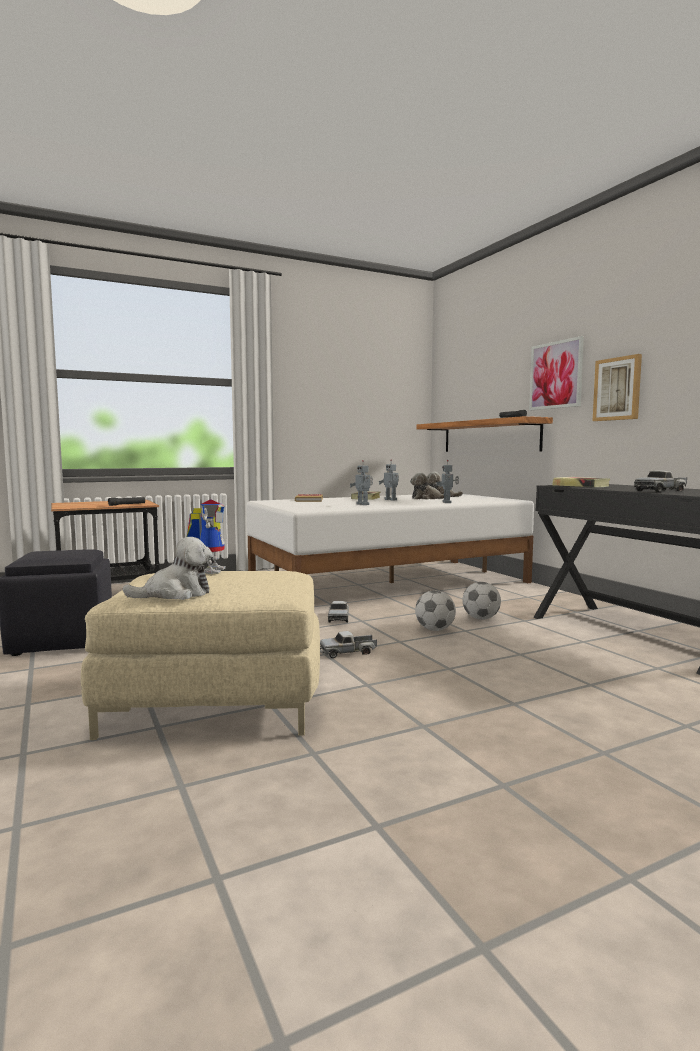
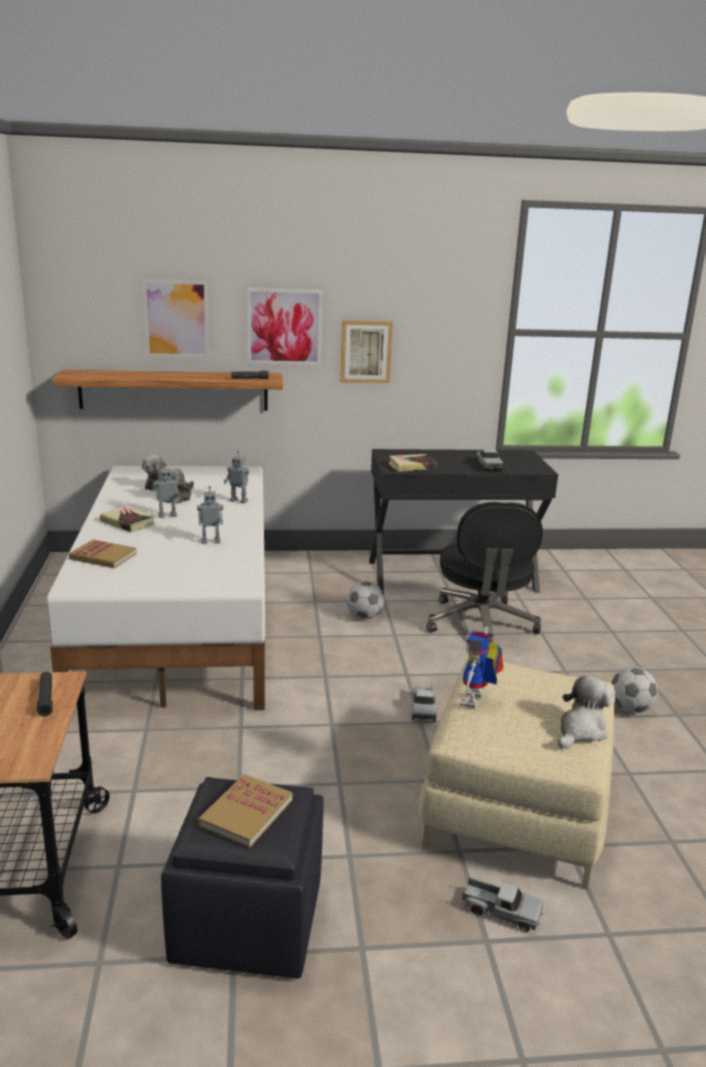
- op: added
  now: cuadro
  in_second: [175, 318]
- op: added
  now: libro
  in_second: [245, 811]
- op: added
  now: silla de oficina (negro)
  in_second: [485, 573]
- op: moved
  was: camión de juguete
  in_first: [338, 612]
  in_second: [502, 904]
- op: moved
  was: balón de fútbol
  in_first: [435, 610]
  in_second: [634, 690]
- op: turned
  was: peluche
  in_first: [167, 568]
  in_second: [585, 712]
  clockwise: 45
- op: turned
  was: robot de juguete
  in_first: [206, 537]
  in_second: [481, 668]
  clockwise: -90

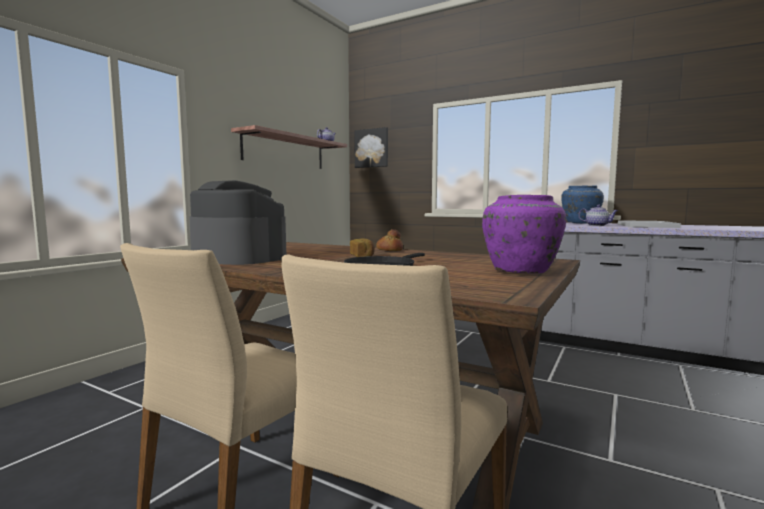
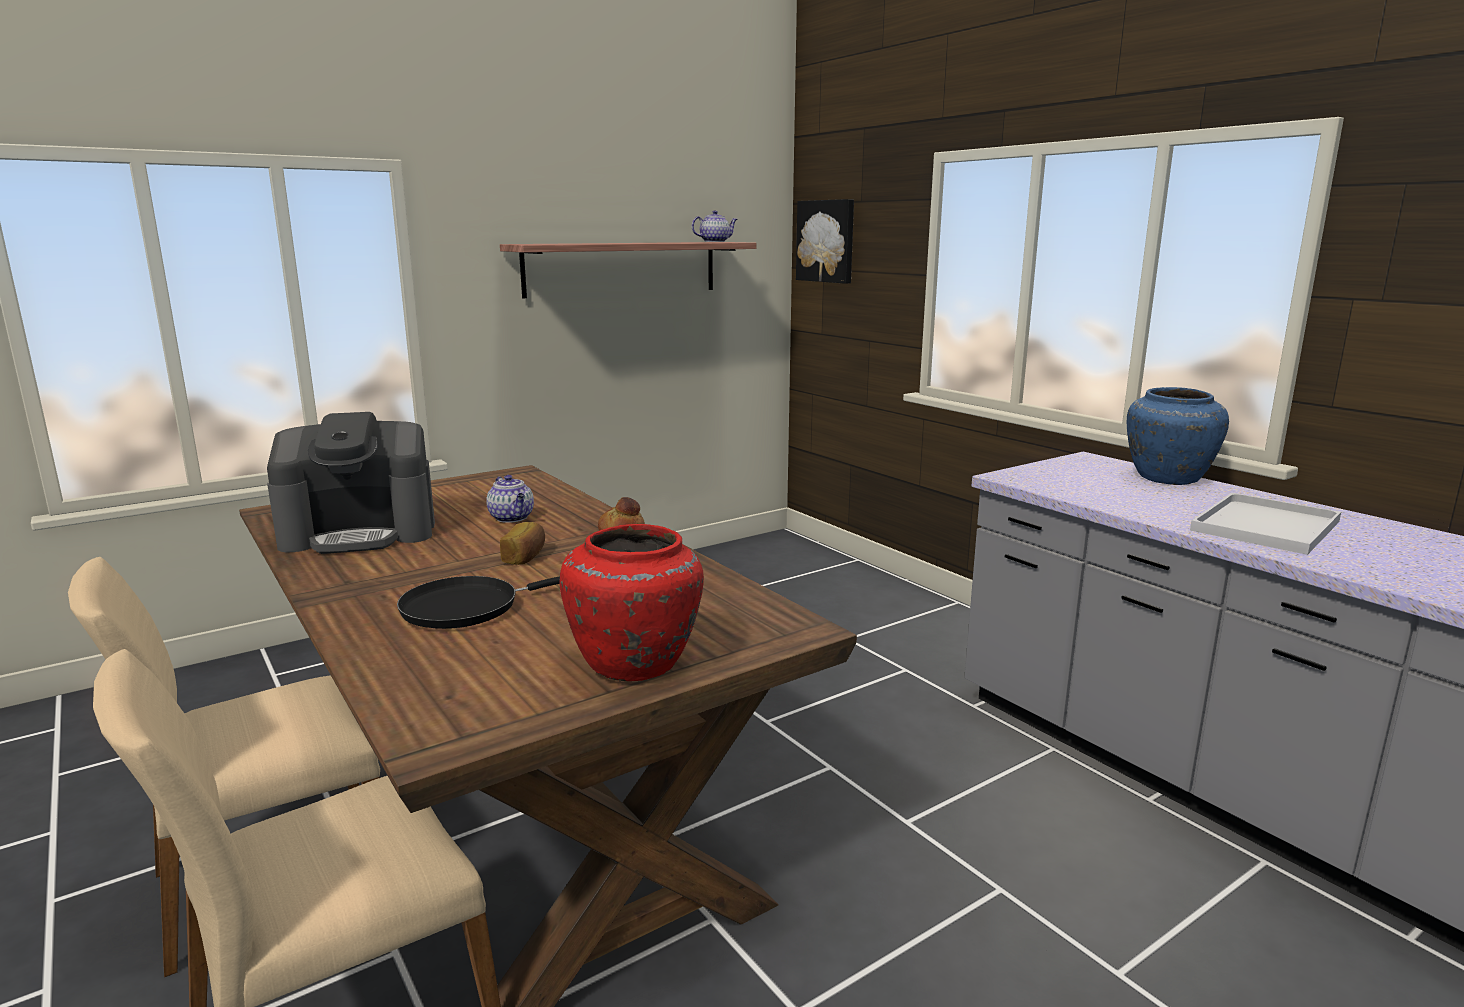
- op: moved
  was: tetera
  in_first: [598, 215]
  in_second: [510, 499]
- op: recoloured
  was: florero (morado)
  now: florero (rojo)
  in_first: [524, 234]
  in_second: [632, 602]
- op: turned
  was: cafetera
  in_first: [237, 222]
  in_second: [351, 483]
  clockwise: 105

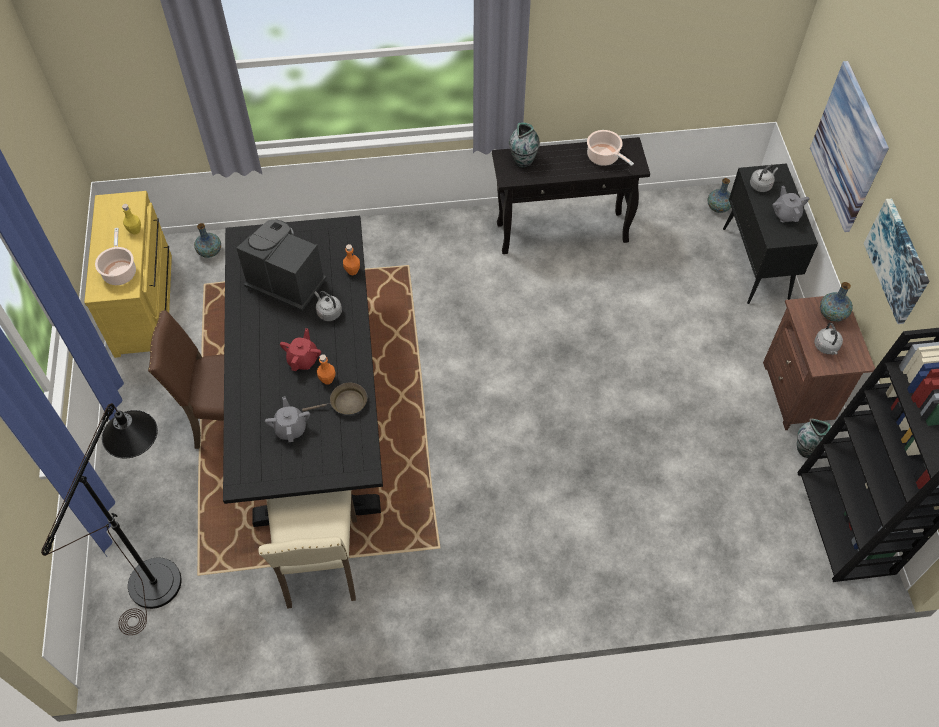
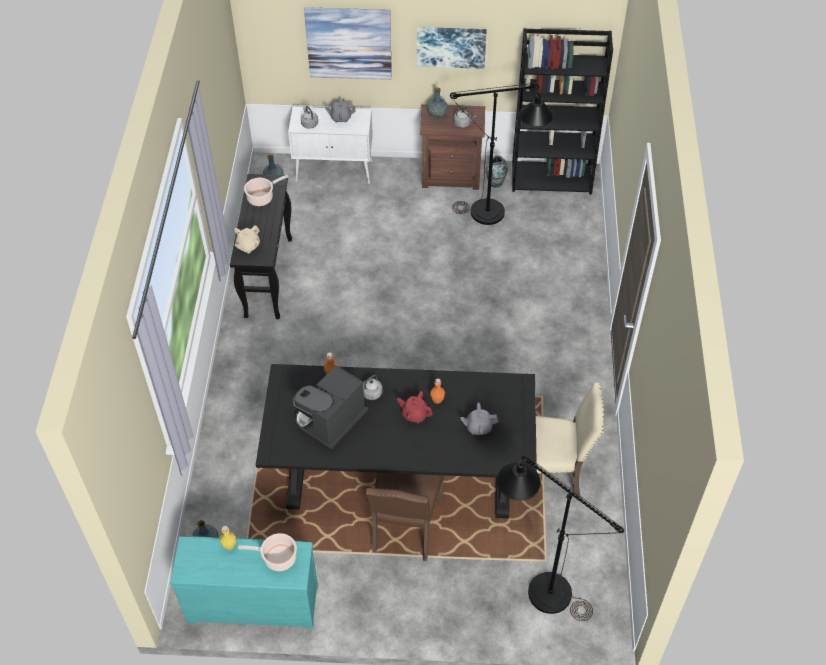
- op: removed
  was: sartén (marrón)
  in_first: [334, 398]
- op: added
  now: lámpara de pie (negro)
  in_second: [502, 154]
- op: replaced
  was: florero
  now: tetera (beis)
  in_first: [524, 144]
  in_second: [247, 239]
- op: recoloured
  was: cómoda (amarillo)
  now: cómoda (turquesa)
  in_first: [128, 274]
  in_second: [244, 582]
- op: recoloured
  was: armario (negro)
  now: armario (blanco)
  in_first: [770, 233]
  in_second: [330, 145]

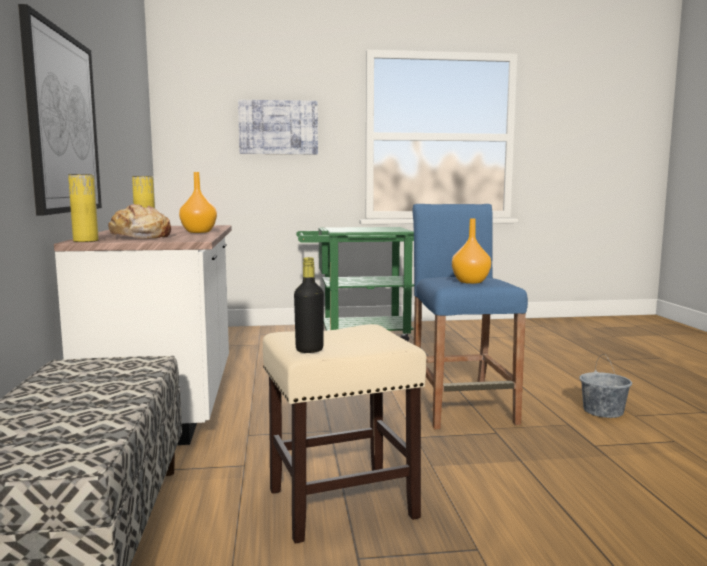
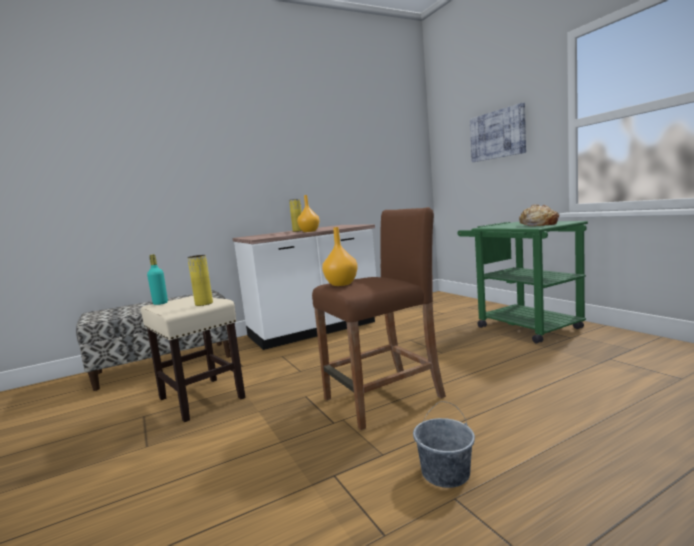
- op: removed
  was: cuadro
  in_first: [60, 109]
- op: moved
  was: florero (amarillo)
  in_first: [83, 208]
  in_second: [200, 280]
- op: moved
  was: pan
  in_first: [139, 221]
  in_second: [539, 215]
- op: recoloured
  was: botella (negro)
  now: botella (turquesa)
  in_first: [309, 305]
  in_second: [157, 279]
- op: recoloured
  was: taburete (azul)
  now: taburete (marrón)
  in_first: [470, 316]
  in_second: [379, 318]

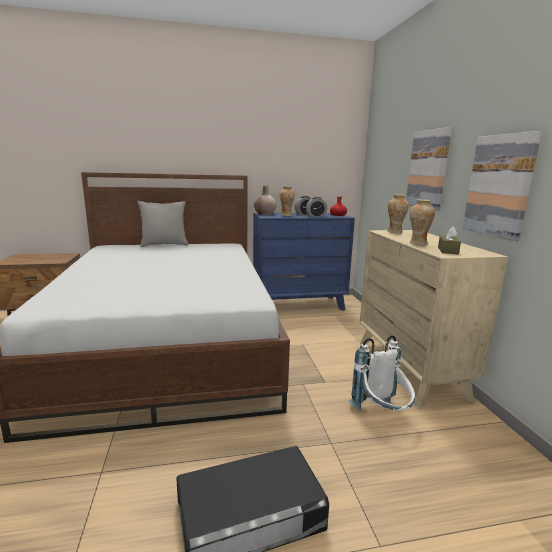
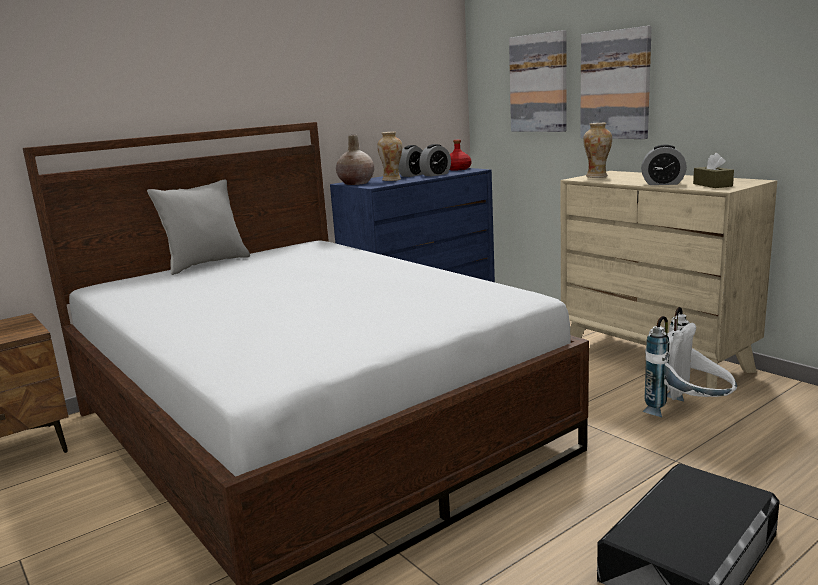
- op: moved
  was: cuadro
  in_first: [502, 186]
  in_second: [538, 81]
- op: replaced
  was: florero
  now: despertador
  in_first: [422, 222]
  in_second: [664, 164]

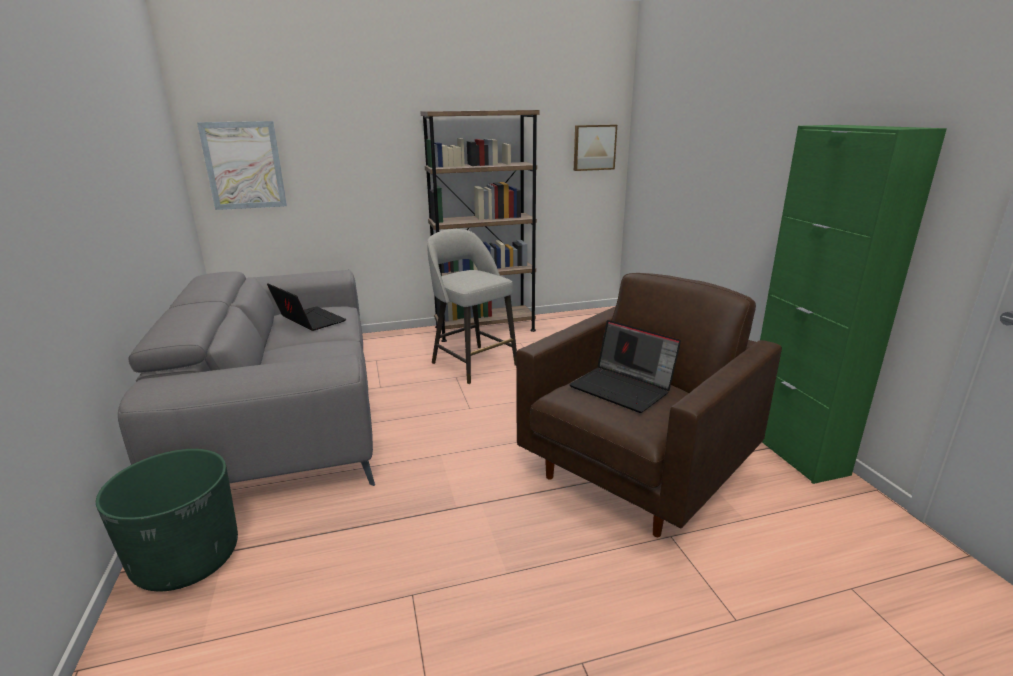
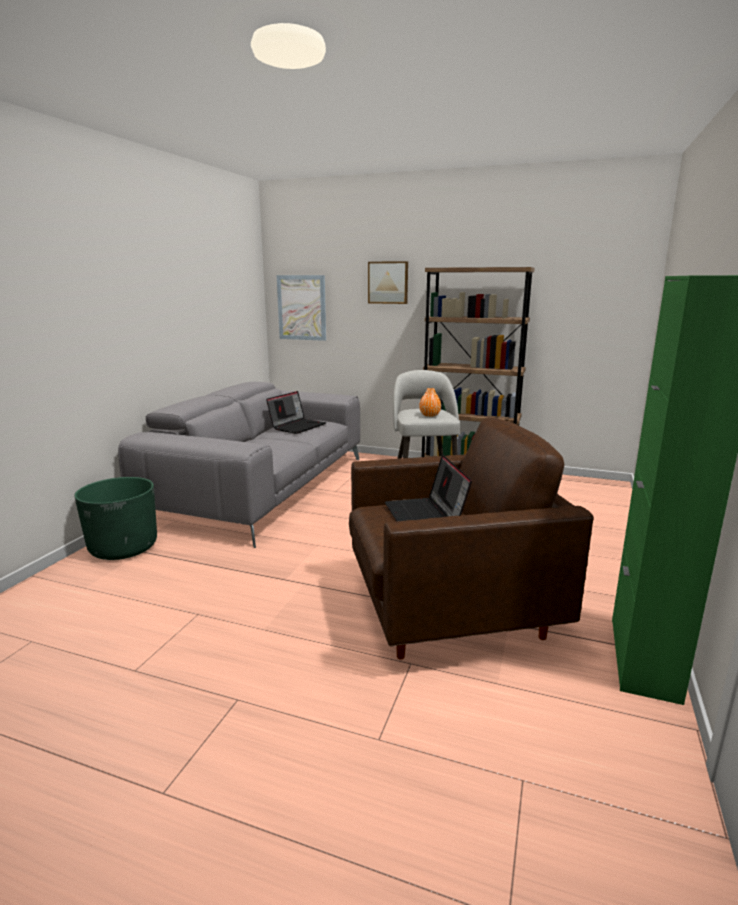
- op: added
  now: florero (naranja)
  in_second: [430, 402]
- op: moved
  was: cuadro
  in_first: [595, 148]
  in_second: [388, 282]
- op: turned
  was: portátil
  in_first: [306, 307]
  in_second: [296, 412]
  clockwise: 45

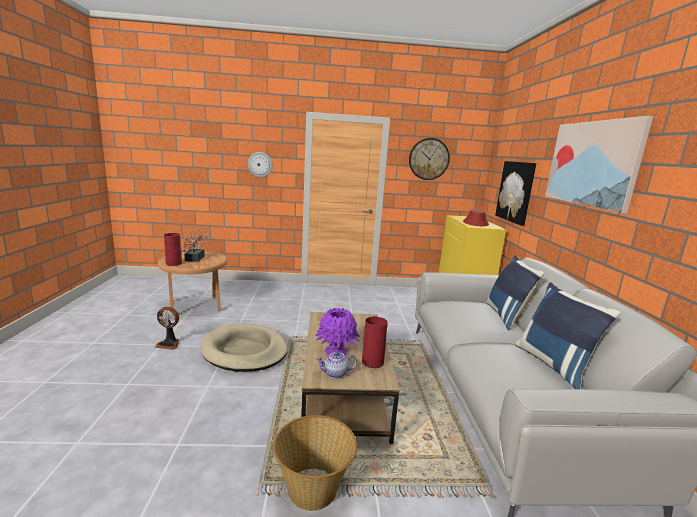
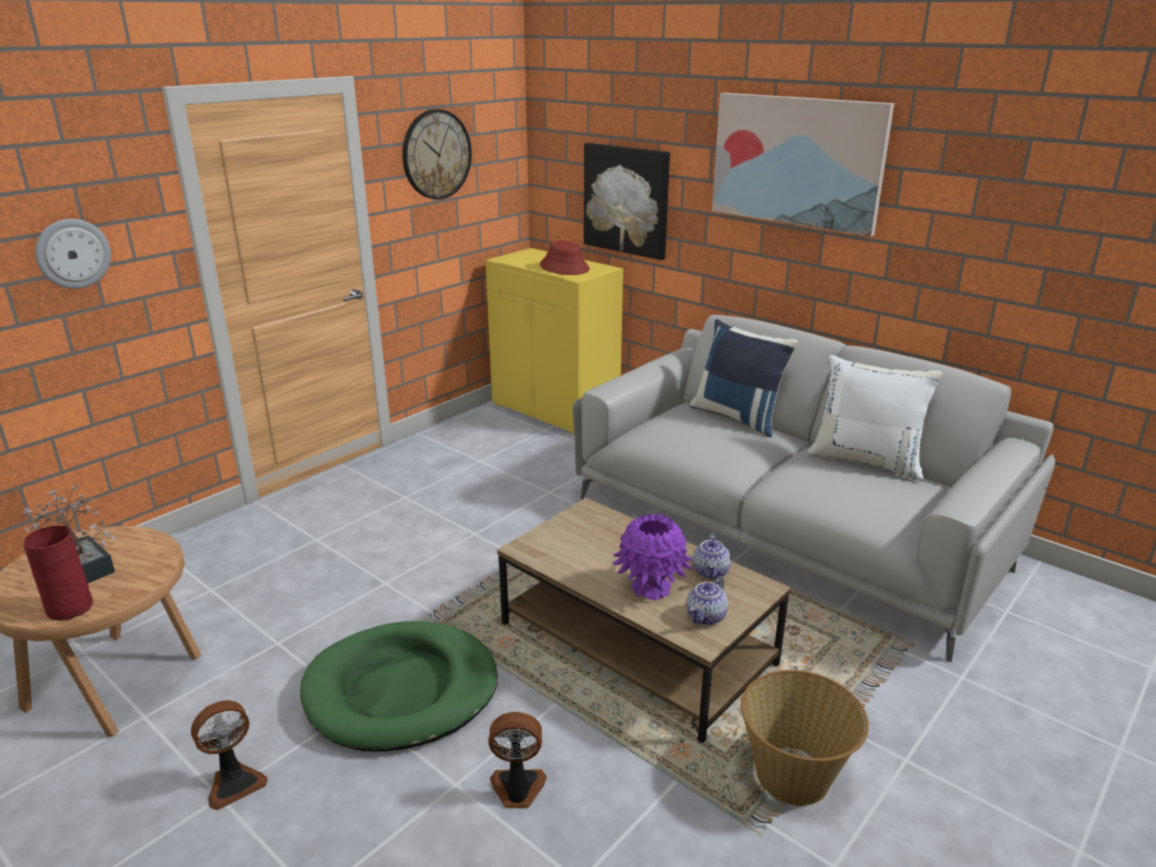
- op: added
  now: ventilador
  in_second: [517, 760]
- op: replaced
  was: florero (rojo)
  now: tetera
  in_first: [375, 342]
  in_second: [711, 556]
- op: recoloured
  was: cama para perro (beis)
  now: cama para perro (verde)
  in_first: [244, 347]
  in_second: [399, 686]
- op: recoloured
  was: cojín (azul)
  now: cojín (blanco)
  in_first: [568, 336]
  in_second: [875, 417]

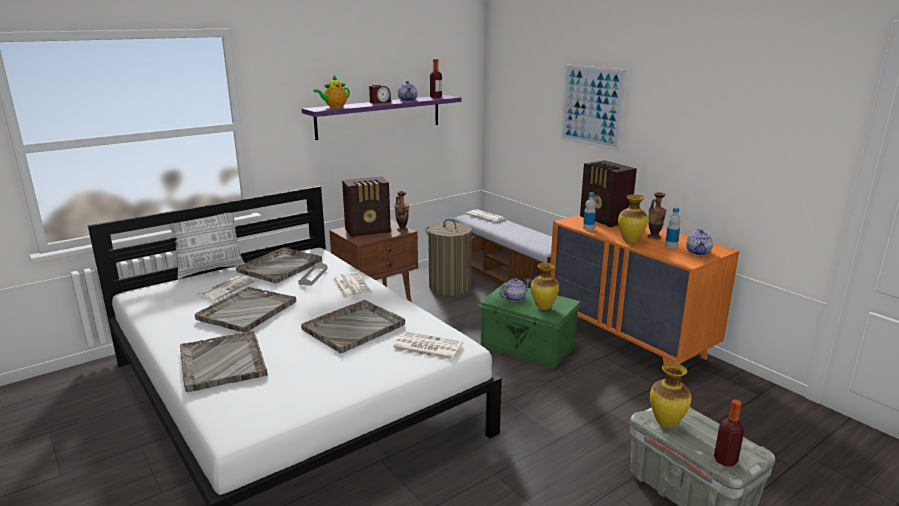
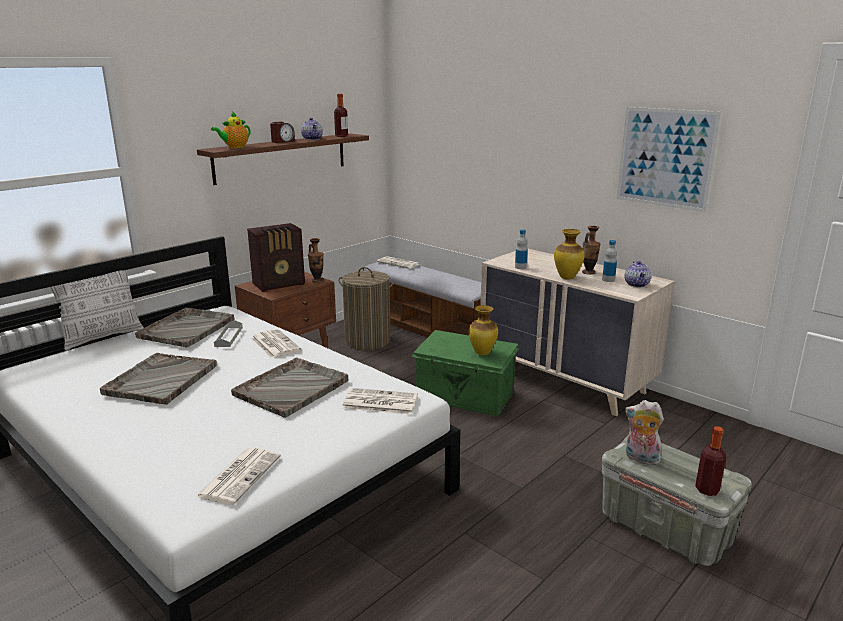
- op: removed
  was: bandeja (gris)
  in_first: [223, 361]
- op: removed
  was: tetera
  in_first: [514, 290]
- op: removed
  was: radio
  in_first: [608, 194]
- op: moved
  was: periódico
  in_first: [226, 288]
  in_second: [238, 476]
- op: moved
  was: cuadro
  in_first: [594, 107]
  in_second: [669, 159]
- op: replaced
  was: florero
  now: peluche
  in_first: [670, 395]
  in_second: [644, 432]
- op: recoloured
  was: estante (morado)
  now: estante (marrón)
  in_first: [381, 117]
  in_second: [283, 159]
- op: recoloured
  was: cómoda (naranja)
  now: cómoda (beis)
  in_first: [645, 289]
  in_second: [577, 332]

